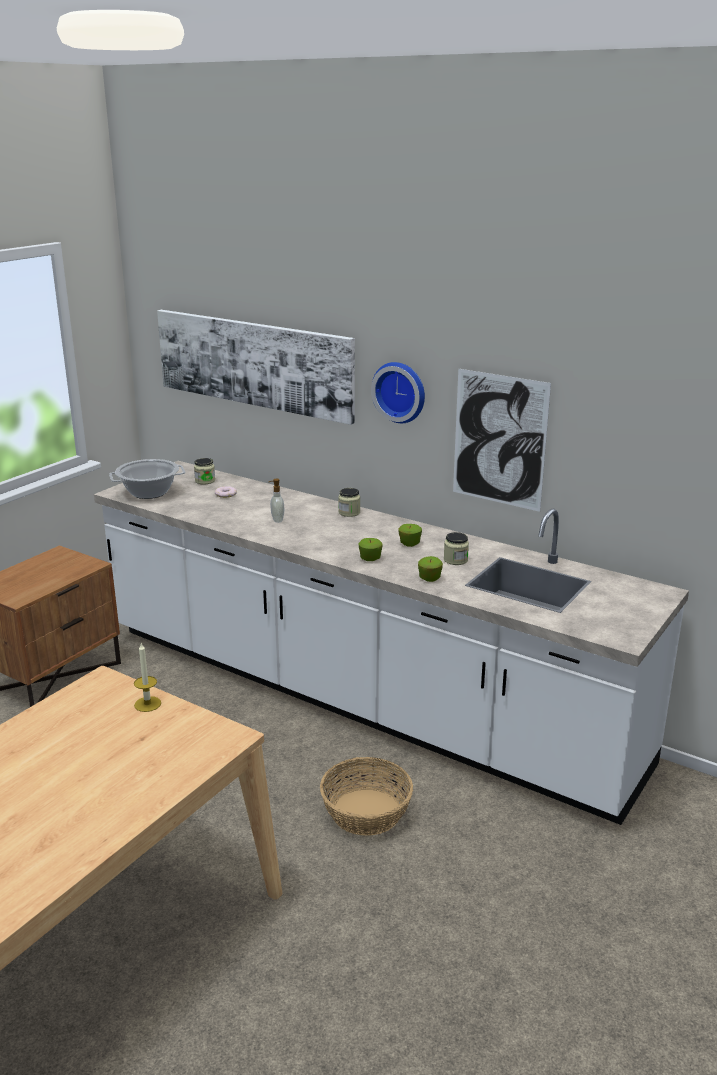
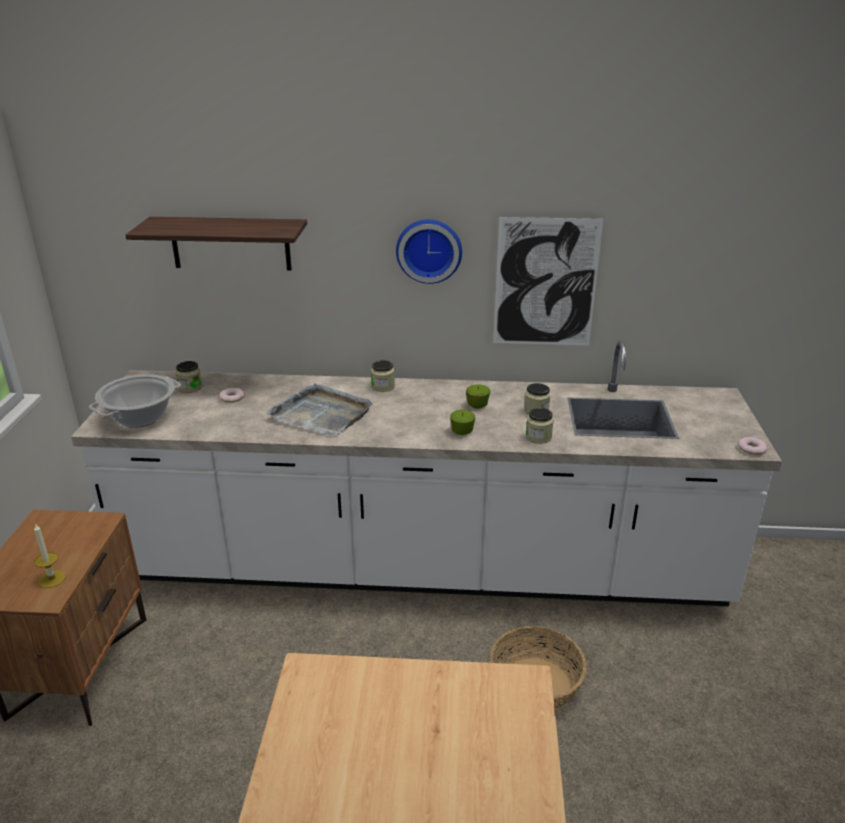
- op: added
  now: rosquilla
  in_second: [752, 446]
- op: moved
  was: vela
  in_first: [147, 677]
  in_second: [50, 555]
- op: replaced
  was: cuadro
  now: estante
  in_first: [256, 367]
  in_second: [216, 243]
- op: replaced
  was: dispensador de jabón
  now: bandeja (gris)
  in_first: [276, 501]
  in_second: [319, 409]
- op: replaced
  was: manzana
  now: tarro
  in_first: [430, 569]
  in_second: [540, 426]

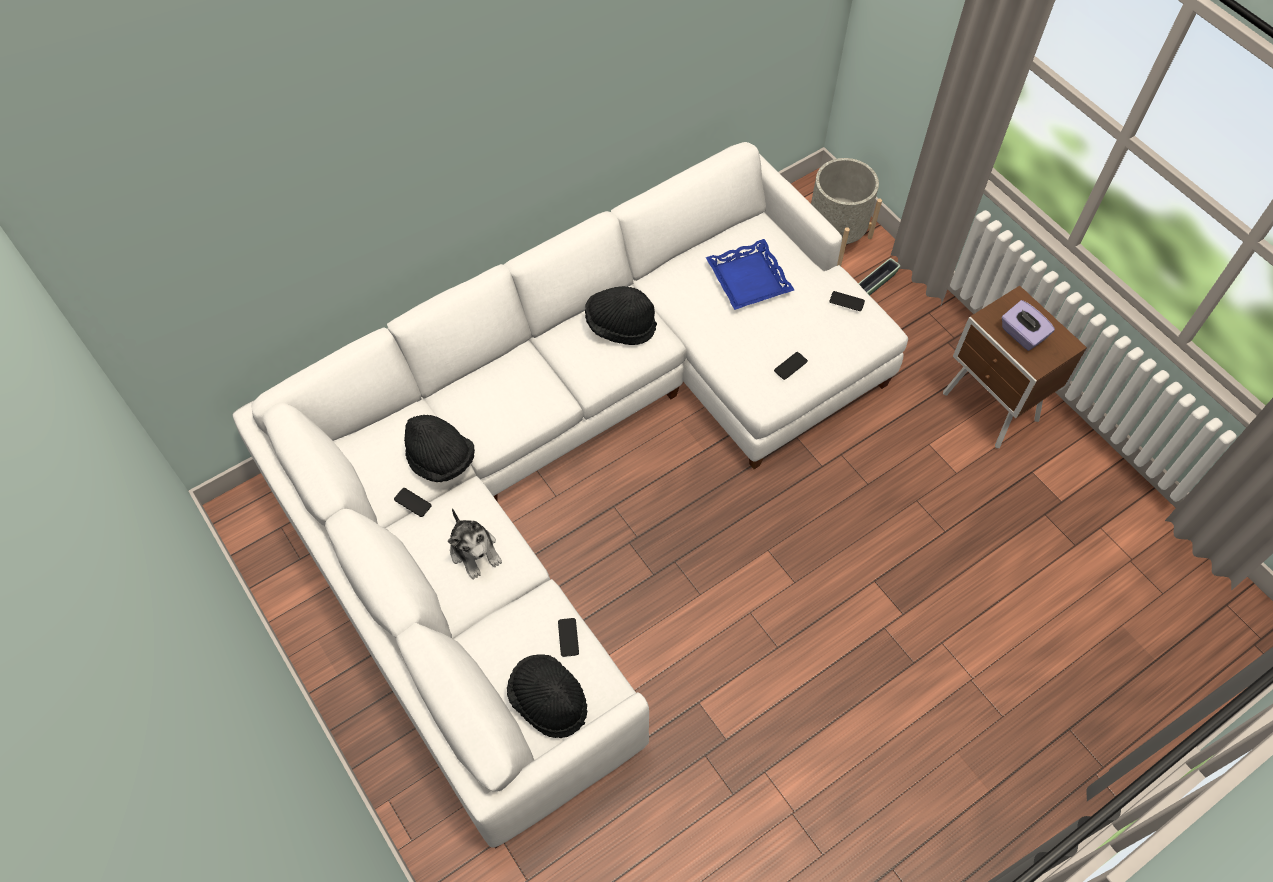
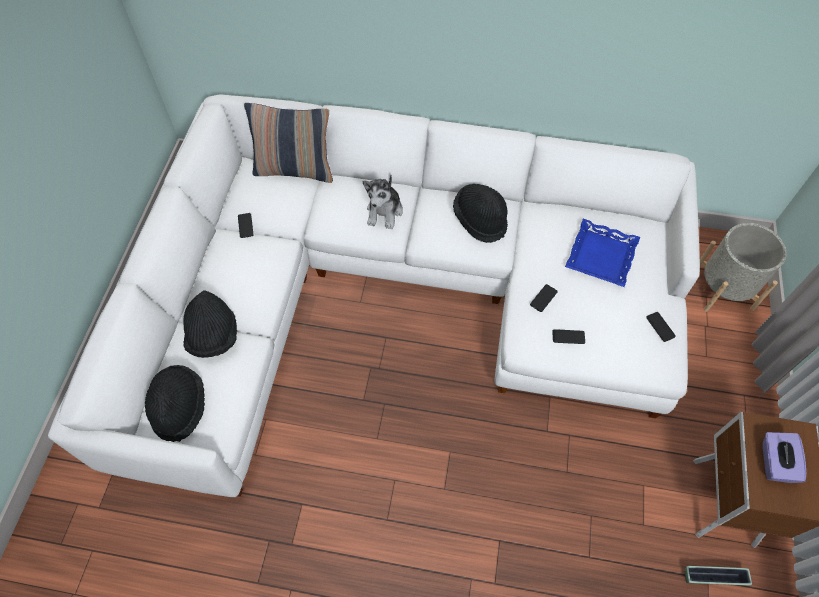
- op: added
  now: cojín
  in_second: [288, 143]
- op: moved
  was: sombrero (negro)
  in_first: [439, 448]
  in_second: [210, 324]
- op: moved
  was: peluche
  in_first: [475, 543]
  in_second: [383, 202]
- op: moved
  was: móvil
  in_first: [568, 637]
  in_second: [543, 298]
- op: moved
  was: maceta
  in_first: [879, 276]
  in_second: [718, 575]

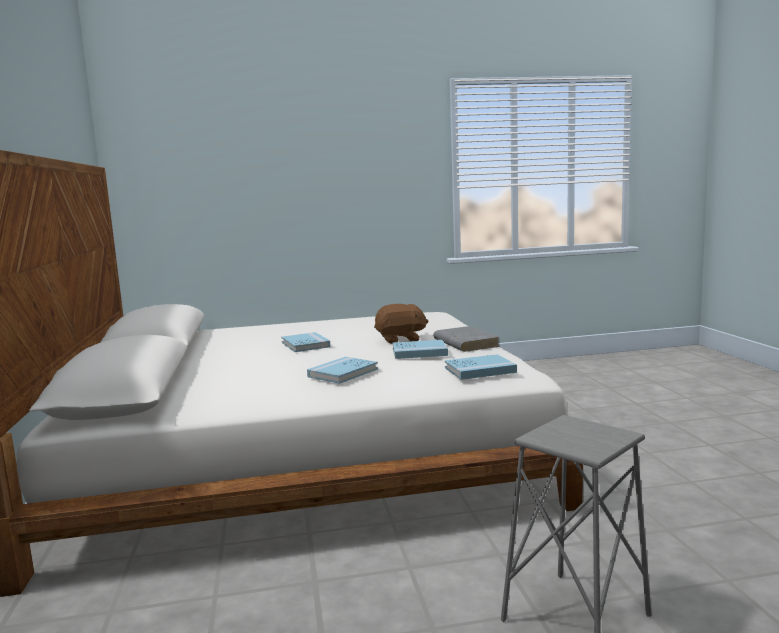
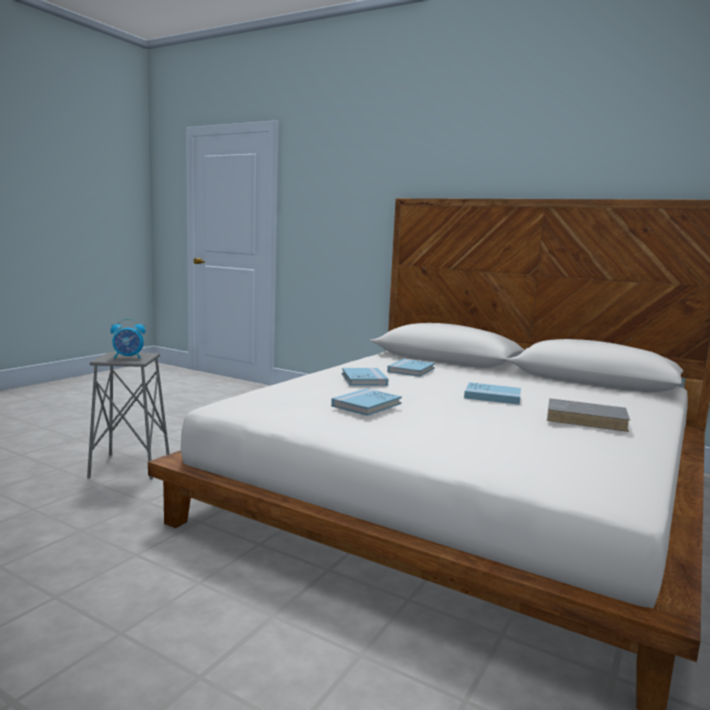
- op: removed
  was: peluche (marrón)
  in_first: [401, 324]
- op: added
  now: despertador
  in_second: [128, 338]
- op: moved
  was: libro (gris)
  in_first: [466, 339]
  in_second: [588, 415]
- op: moved
  was: libro (azul)
  in_first: [481, 367]
  in_second: [411, 368]

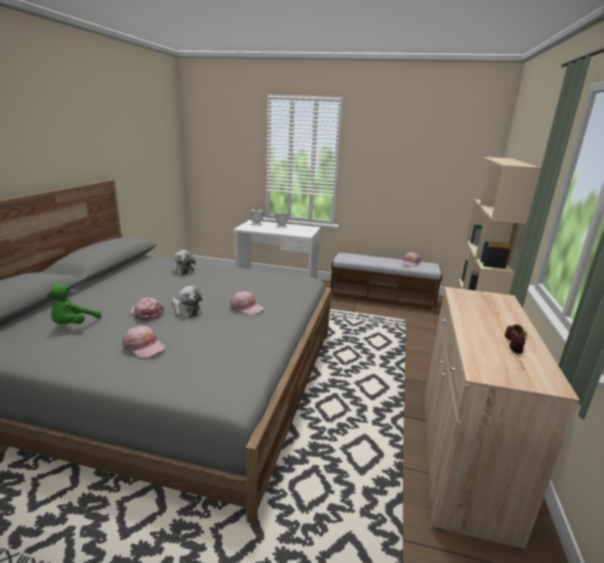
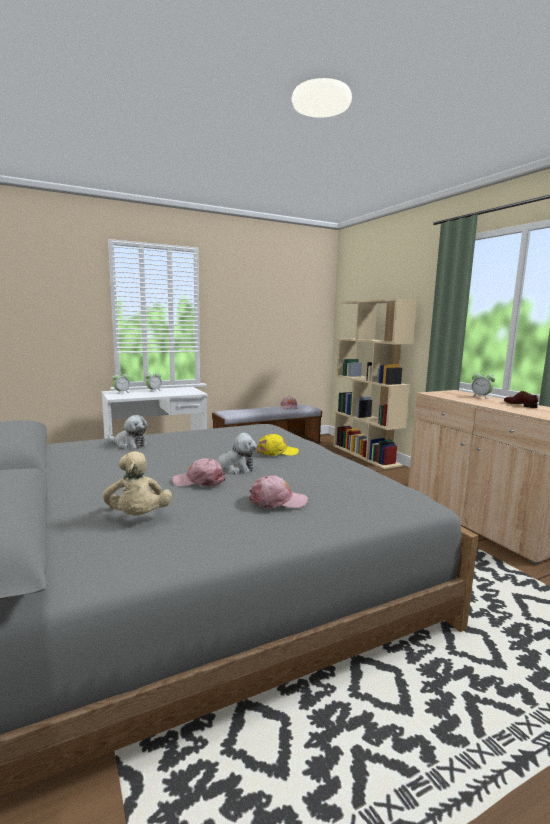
- op: added
  now: despertador
  in_second: [482, 384]
- op: recoloured
  was: peluche (verde)
  now: peluche (beis)
  in_first: [74, 304]
  in_second: [137, 483]
- op: recoloured
  was: gorra (rosa)
  now: gorra (amarillo)
  in_first: [247, 303]
  in_second: [278, 445]

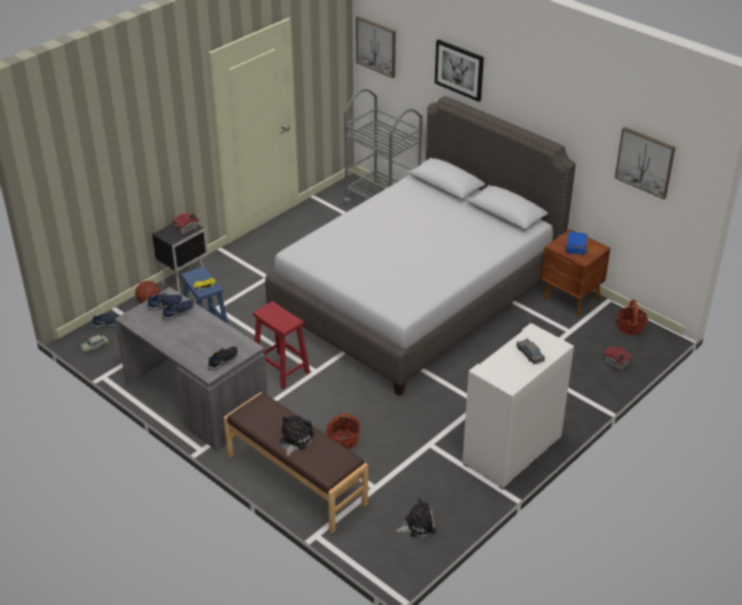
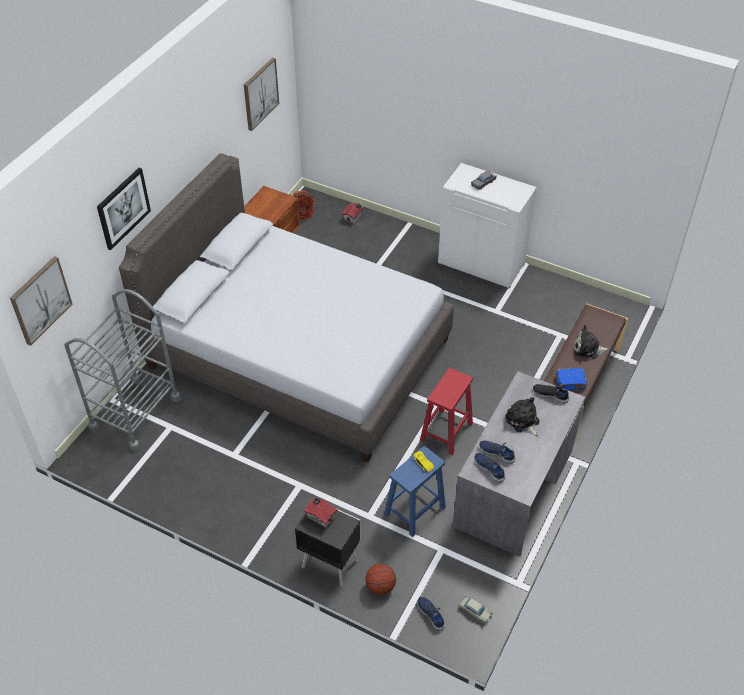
- op: removed
  was: cesta
  in_first: [343, 431]
- op: moved
  was: peluche
  in_first: [416, 517]
  in_second: [522, 417]
- op: moved
  was: libro (azul)
  in_first: [576, 243]
  in_second: [571, 379]

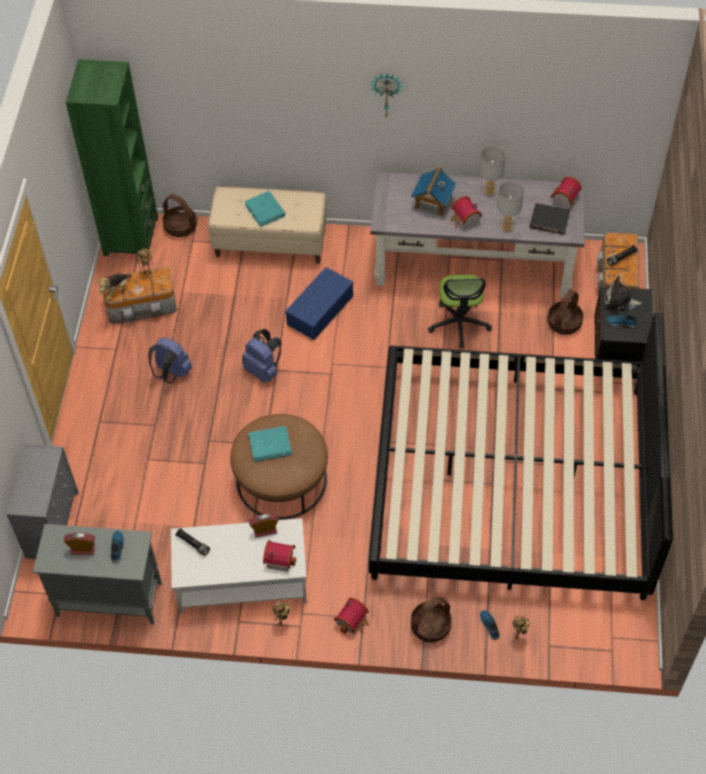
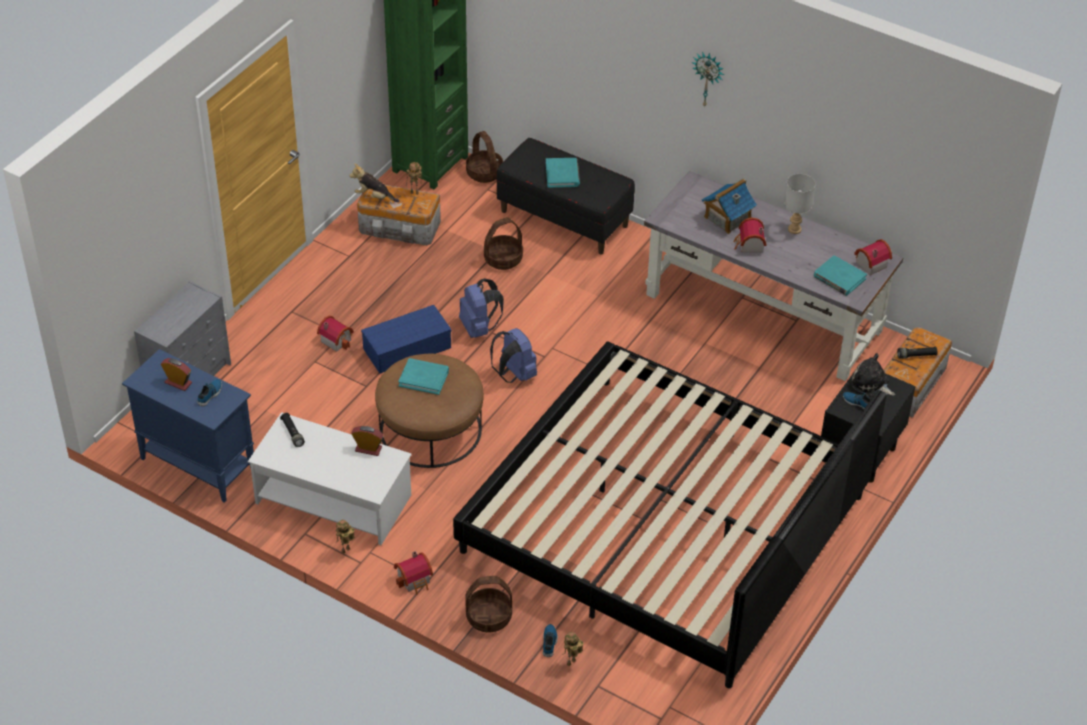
- op: removed
  was: silla de oficina
  in_first: [460, 311]
- op: removed
  was: lámpara de mesa (gris)
  in_first: [510, 206]
- op: moved
  was: mochila (azul)
  in_first: [170, 360]
  in_second: [513, 355]
- op: moved
  was: casita
  in_first: [279, 556]
  in_second: [335, 334]
- op: moved
  was: caja de almacenaje (azul)
  in_first: [319, 303]
  in_second: [406, 339]
- op: moved
  was: cesta
  in_first: [565, 312]
  in_second: [503, 243]
- op: recoloured
  was: armario (gris)
  now: armario (azul)
  in_first: [97, 574]
  in_second: [188, 426]
- op: recoloured
  was: banco (beis)
  now: banco (negro)
  in_first: [267, 225]
  in_second: [565, 196]
- op: recoloured
  was: libro (negro)
  now: libro (turquesa)
  in_first: [550, 219]
  in_second: [840, 275]
- op: turned
  was: peluche
  in_first: [114, 287]
  in_second: [374, 182]
  clockwise: 45

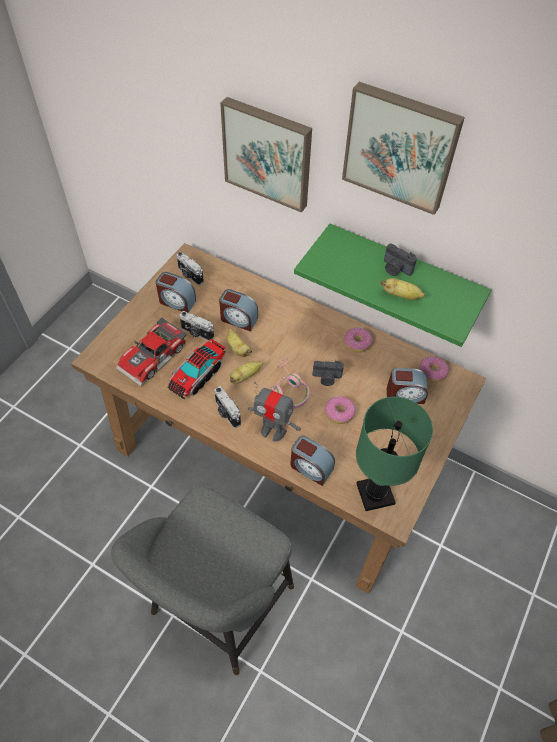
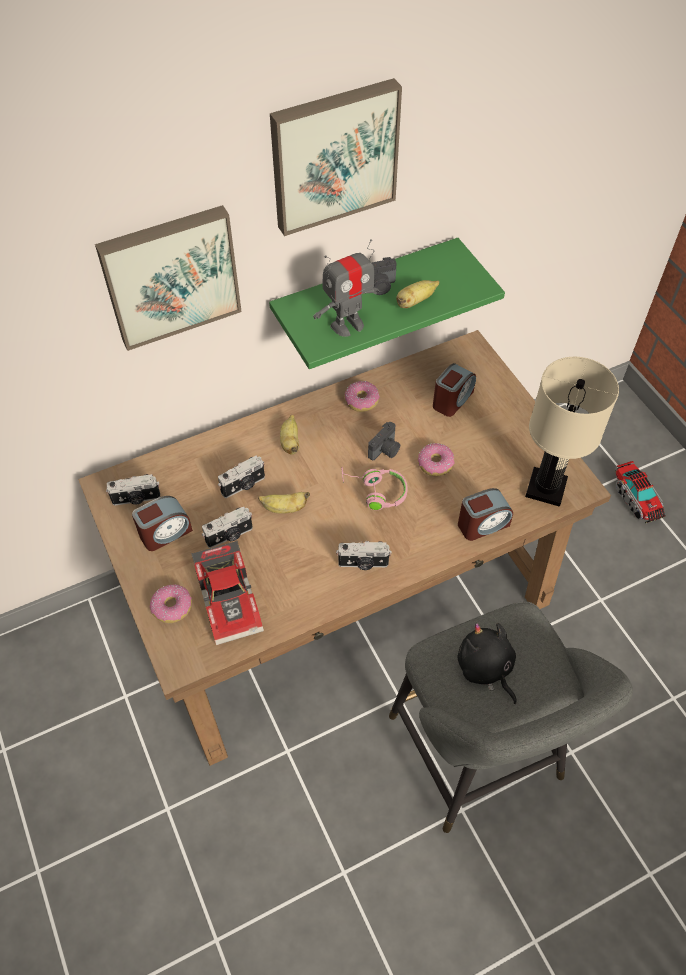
- op: added
  now: peluche (negro)
  in_second: [486, 663]
- op: moved
  was: camión de juguete
  in_first: [196, 369]
  in_second: [640, 492]
- op: moved
  was: plátano
  in_first: [246, 372]
  in_second: [289, 434]
- op: moved
  was: robot de juguete
  in_first: [274, 412]
  in_second: [346, 288]
- op: moved
  was: rosquilla
  in_first: [434, 369]
  in_second: [171, 604]
- op: replaced
  was: despertador
  now: cámara
  in_first: [238, 310]
  in_second: [241, 477]
- op: recoloured
  was: lámpara de mesa (verde)
  now: lámpara de mesa (beis)
  in_first: [394, 454]
  in_second: [572, 432]

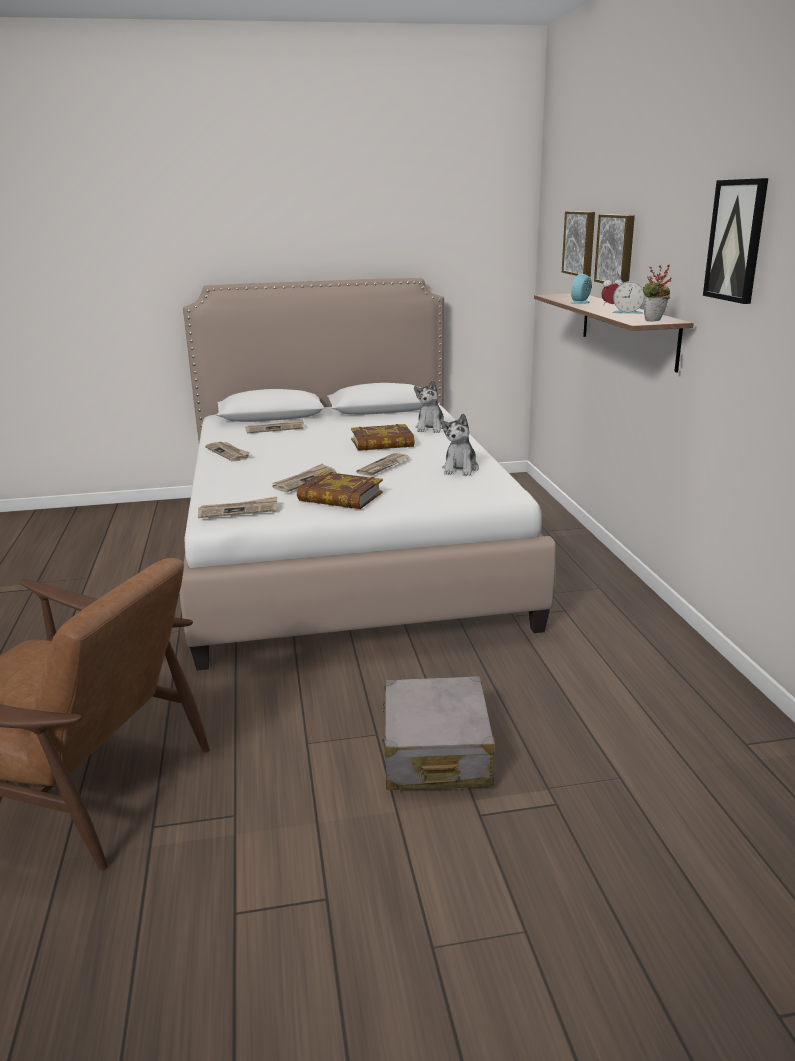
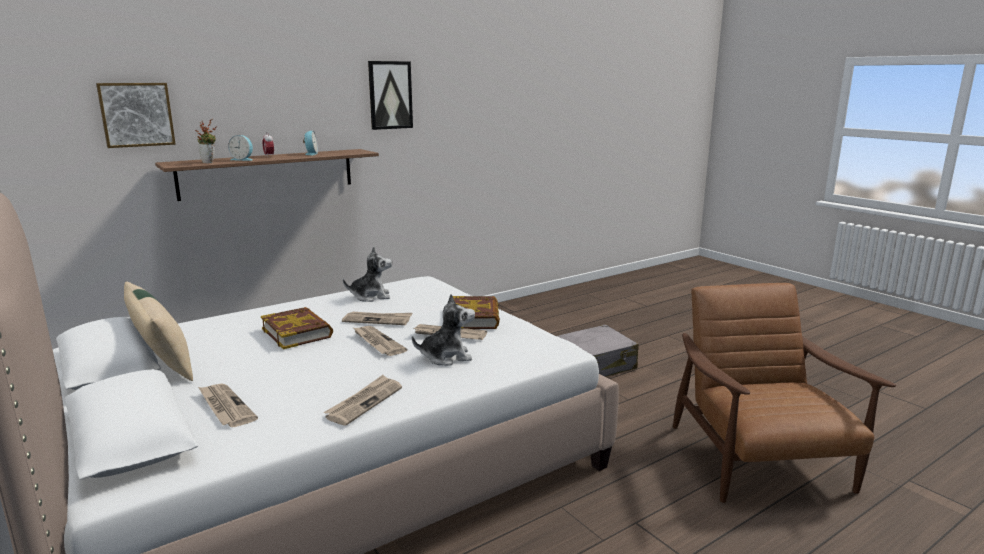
- op: removed
  was: cuadro
  in_first: [614, 249]
- op: added
  now: cojín (beis)
  in_second: [158, 331]
- op: moved
  was: periódico
  in_first: [237, 507]
  in_second: [380, 341]
- op: moved
  was: peluche
  in_first: [429, 406]
  in_second: [443, 330]
- op: moved
  was: planta en maceta
  in_first: [657, 292]
  in_second: [206, 141]

